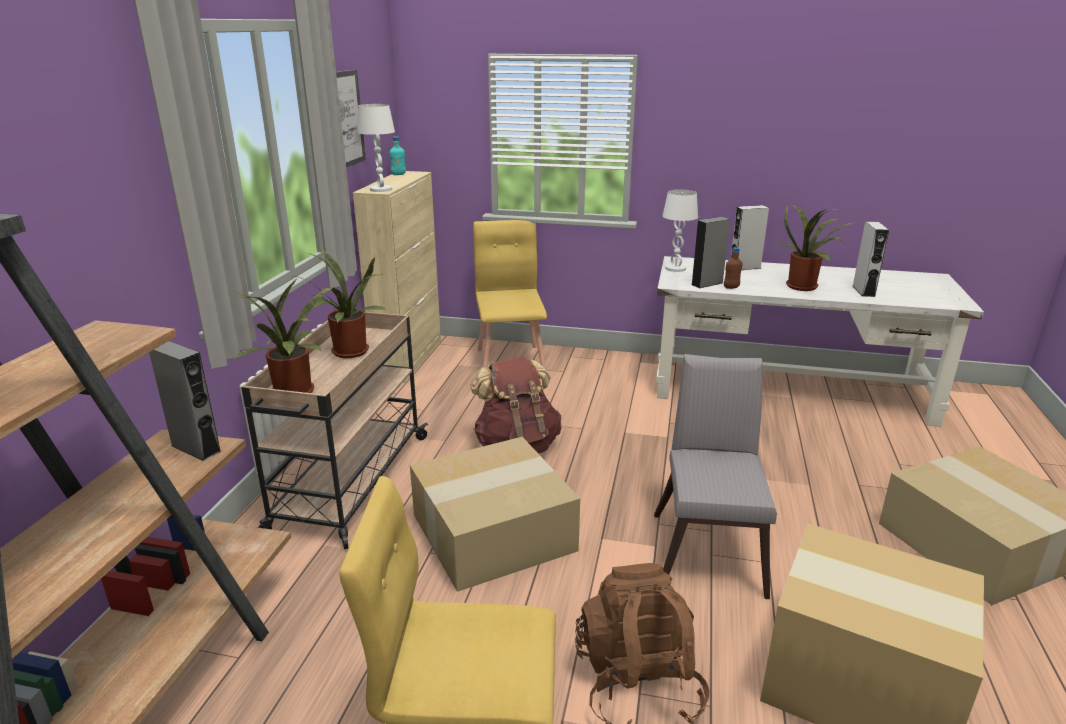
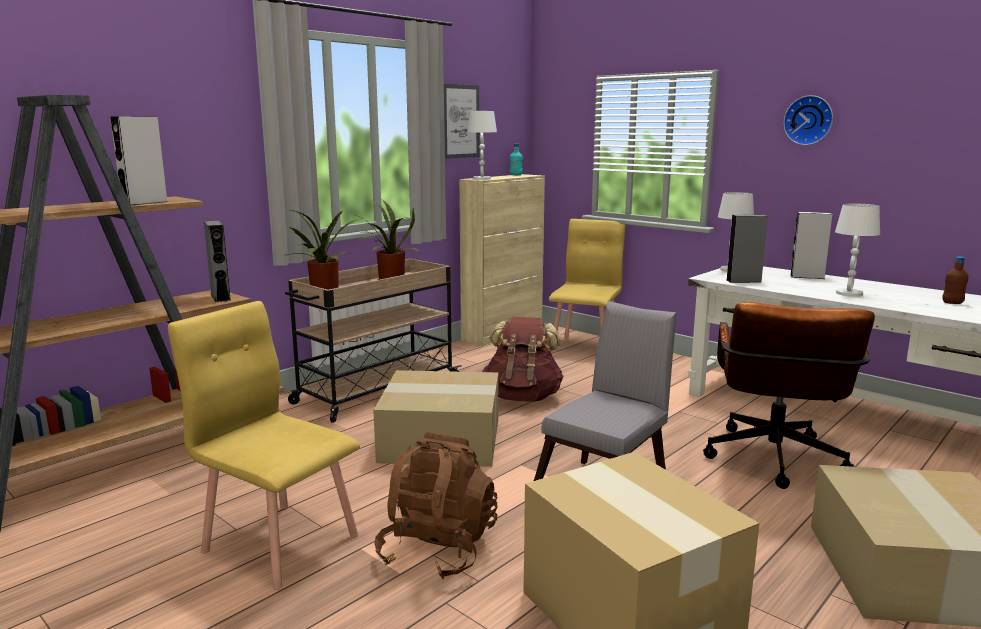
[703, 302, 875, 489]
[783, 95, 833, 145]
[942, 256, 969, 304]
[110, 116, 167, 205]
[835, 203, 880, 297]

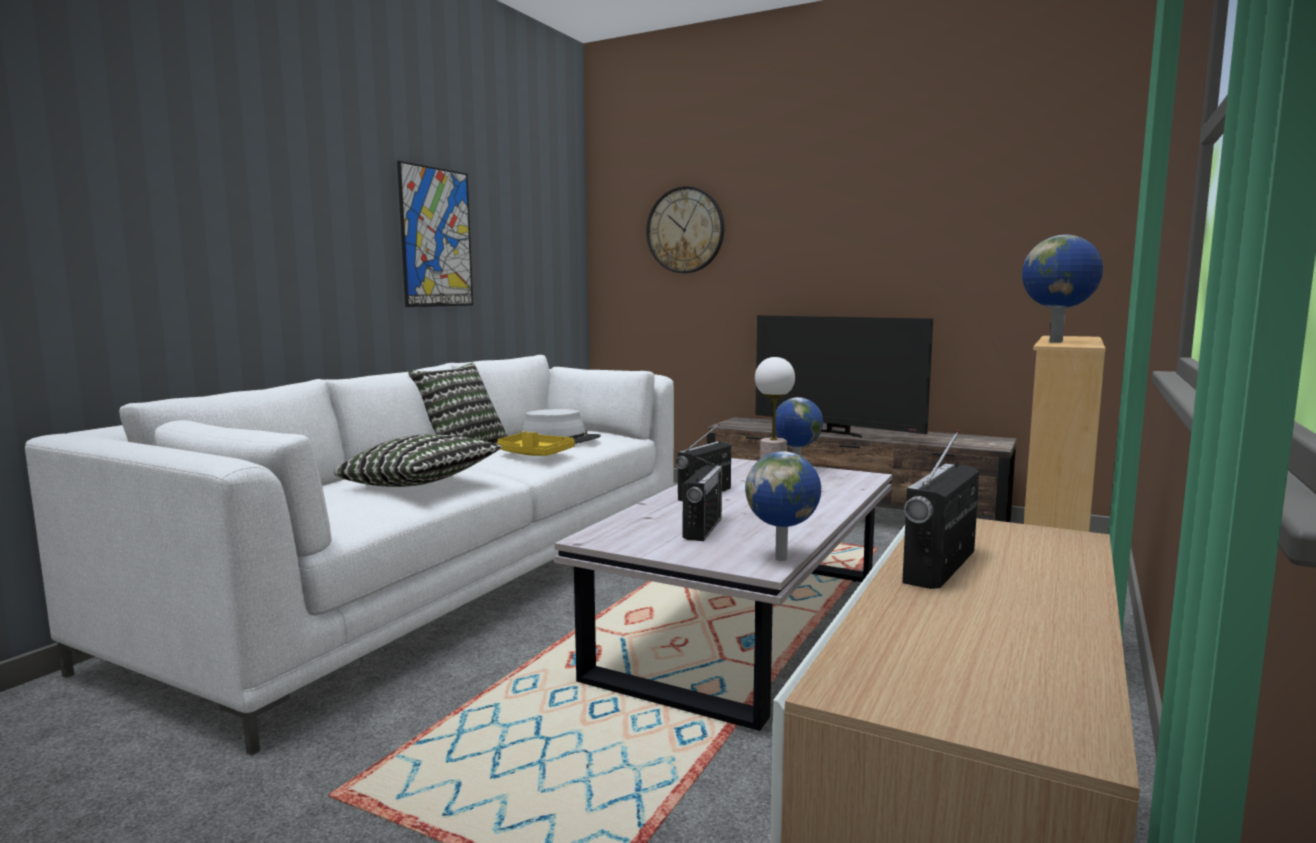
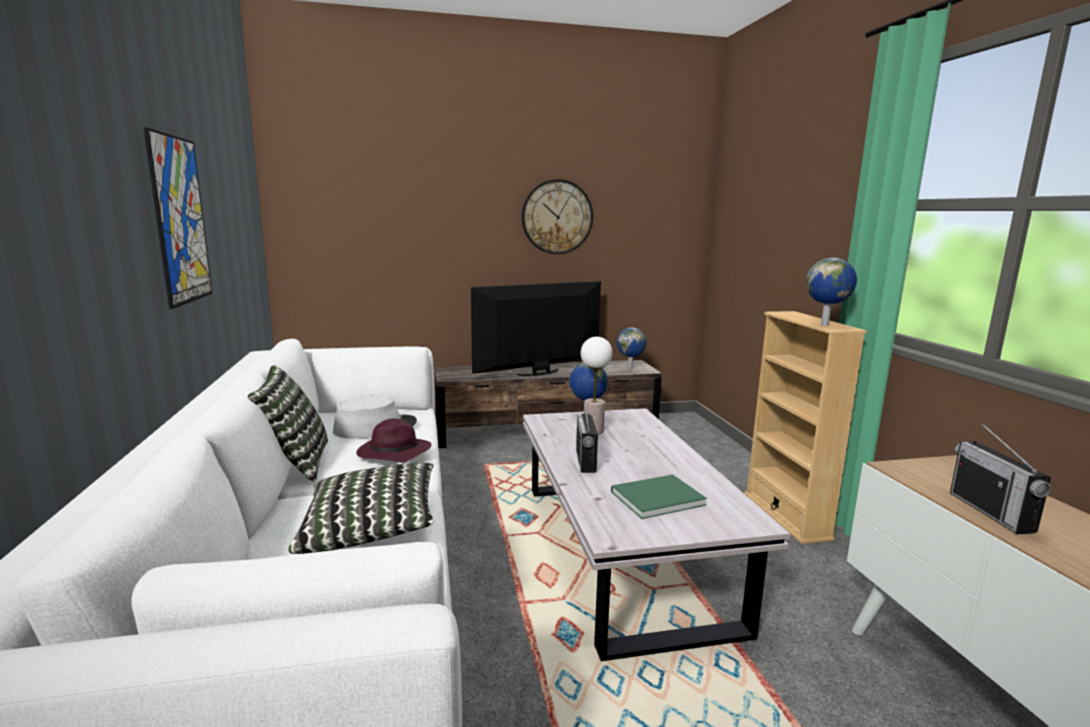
[522, 179, 593, 254]
[617, 328, 647, 371]
[356, 418, 432, 463]
[611, 475, 707, 519]
[471, 281, 601, 376]

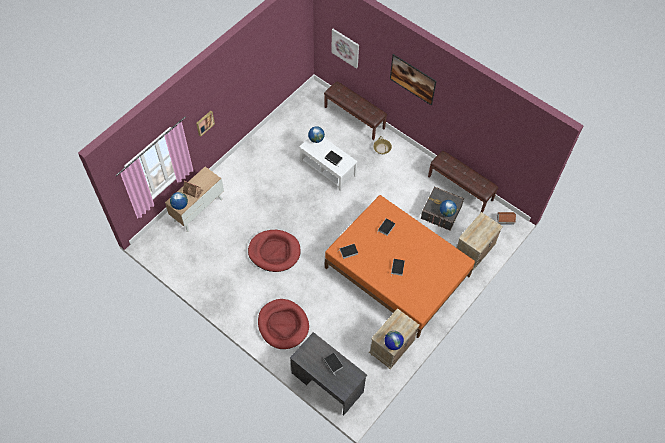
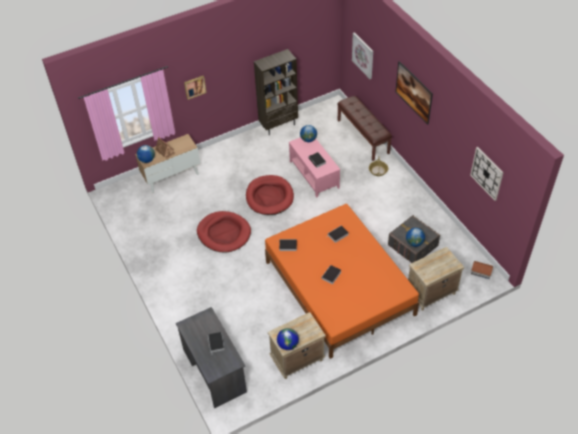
[428, 151, 499, 213] (first image)
[254, 49, 298, 135]
[470, 147, 504, 201]
[246, 175, 294, 215]
[289, 137, 340, 198]

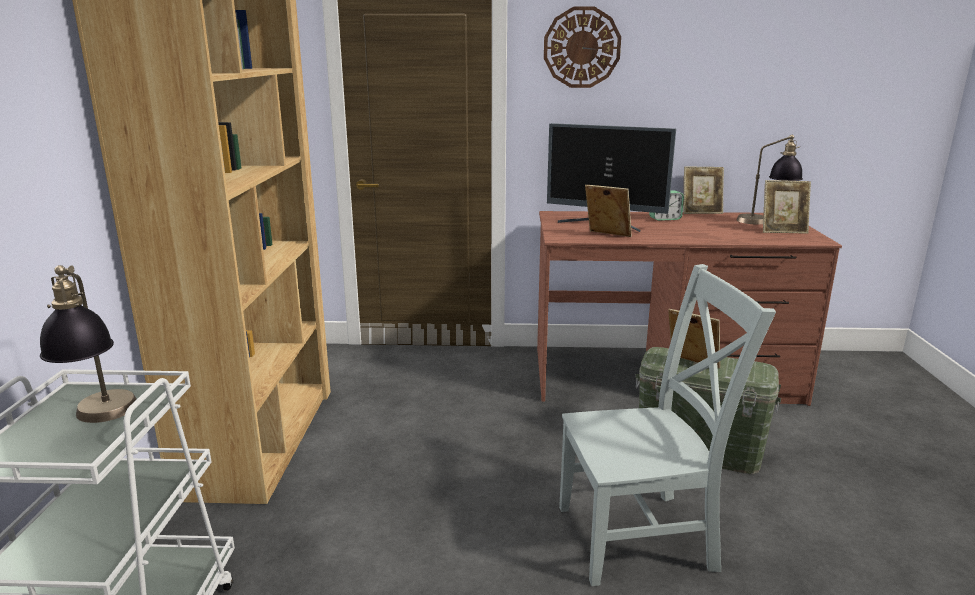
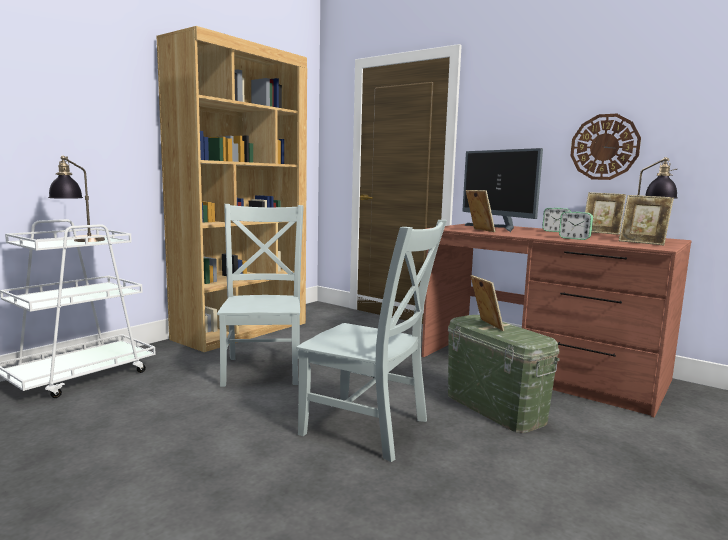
[217, 204, 304, 387]
[559, 212, 593, 240]
[570, 114, 641, 180]

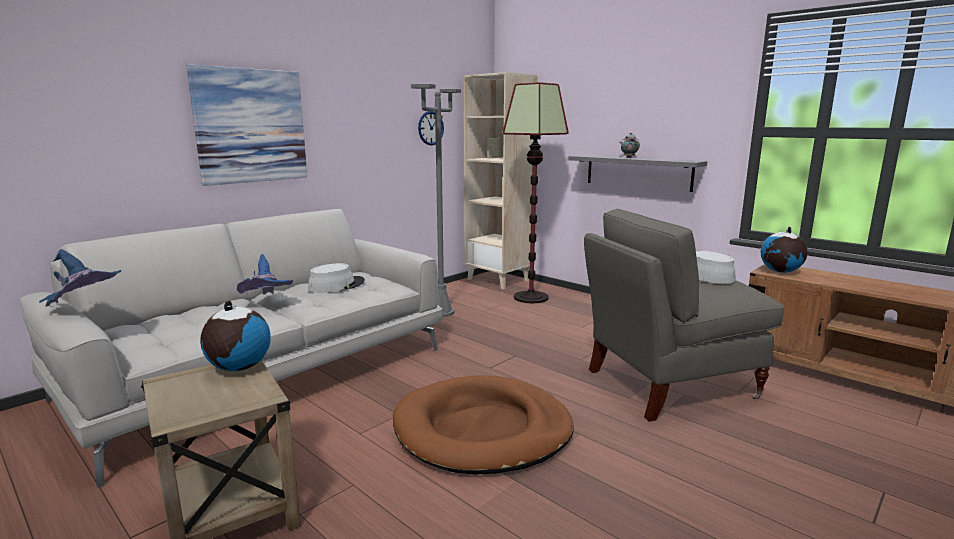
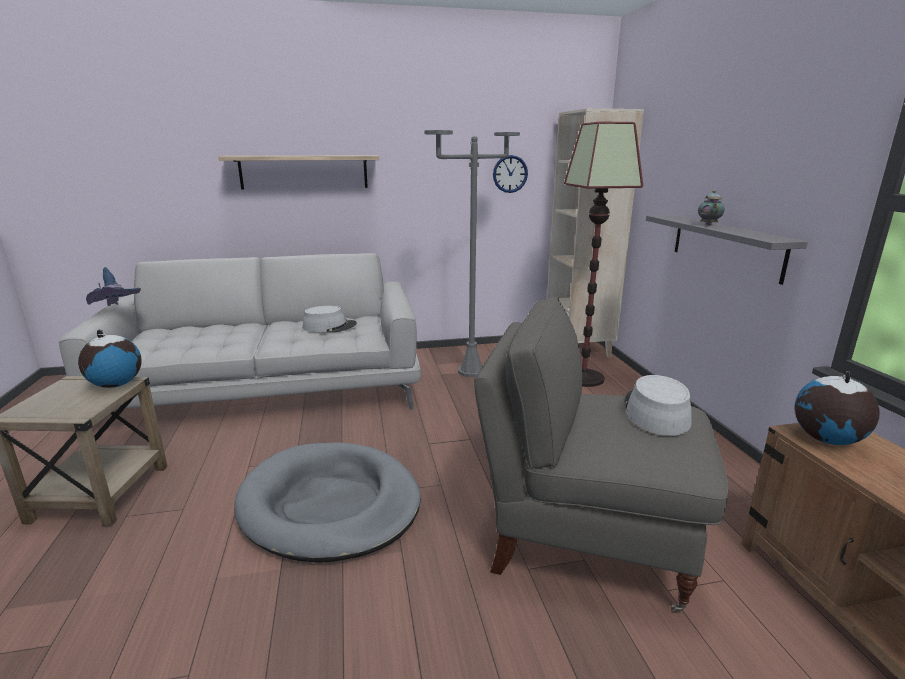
[237, 254, 293, 295] (first image)
[218, 156, 379, 189]
[234, 442, 421, 563]

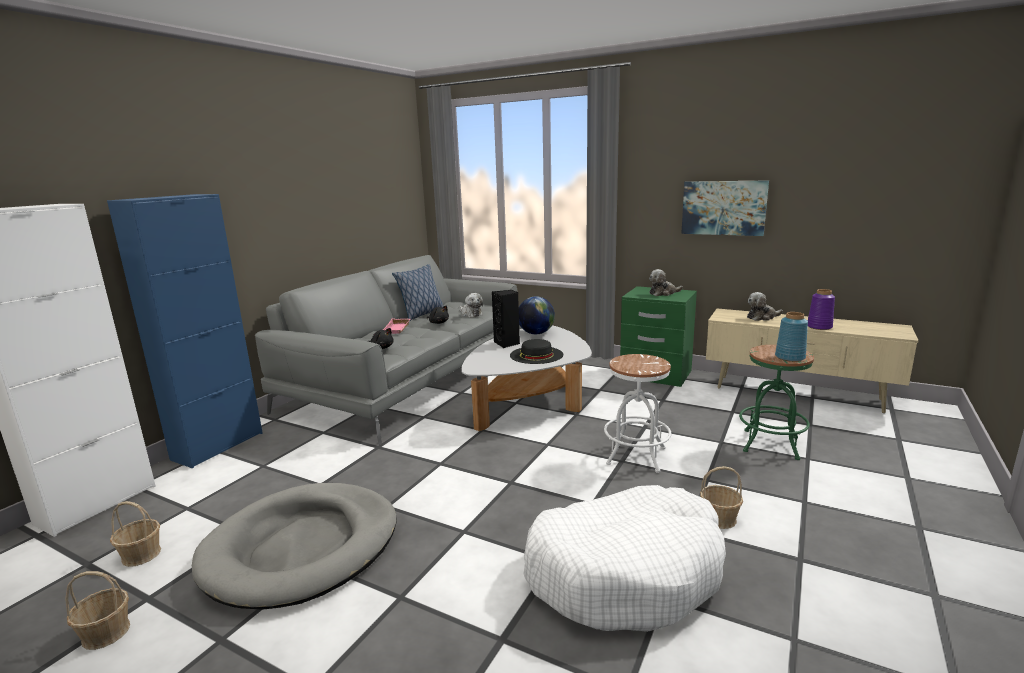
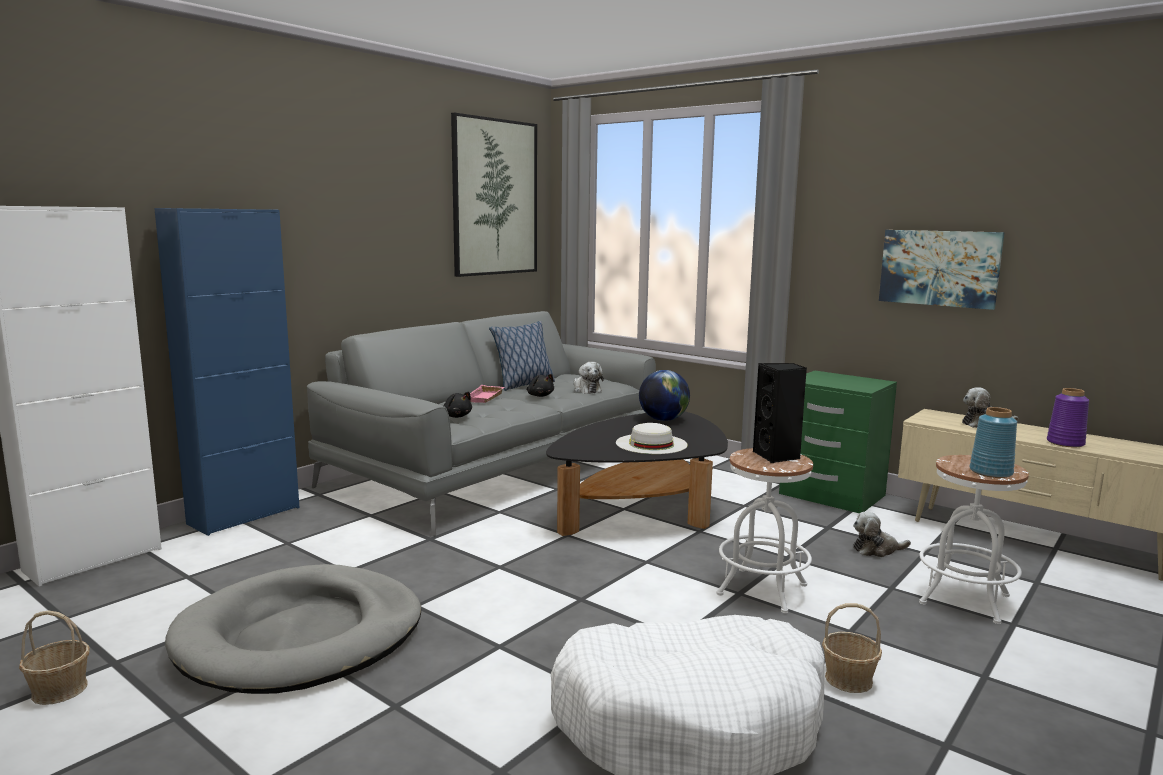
[110, 501, 161, 567] (first image)
[451, 113, 537, 277]
[753, 363, 807, 463]
[853, 512, 911, 557]
[546, 411, 728, 536]
[616, 423, 688, 454]
[919, 455, 1029, 624]

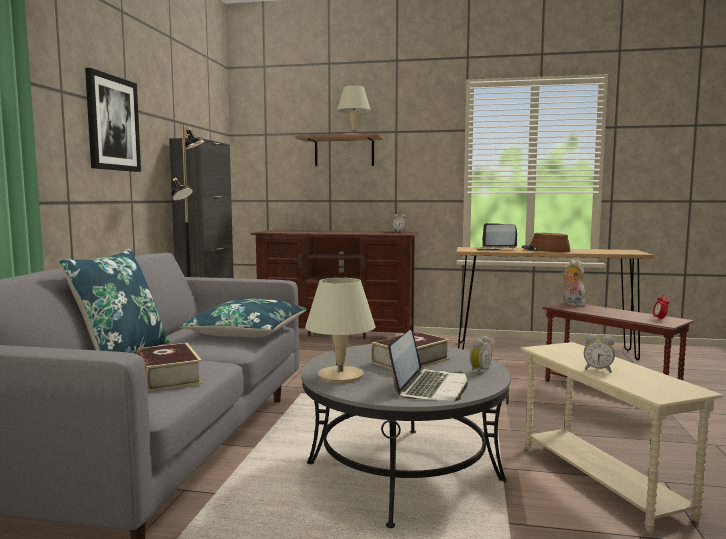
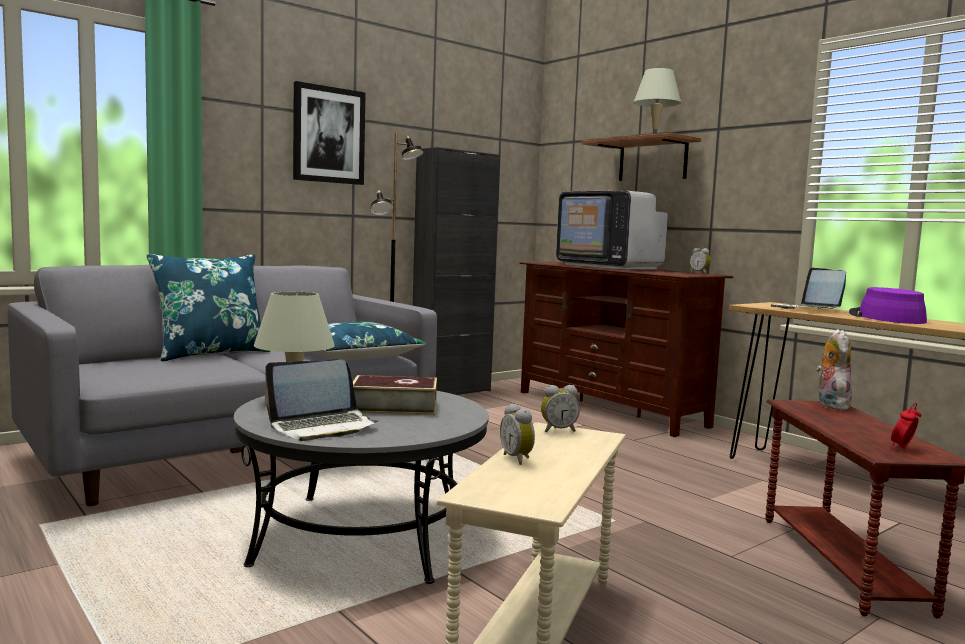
[137, 343, 202, 392] (first image)
[556, 190, 668, 270]
[541, 385, 580, 432]
[849, 287, 927, 324]

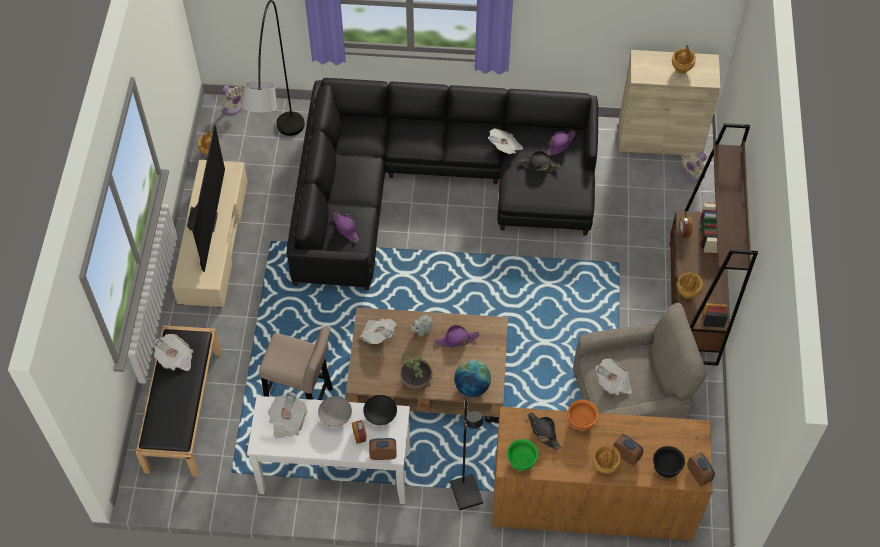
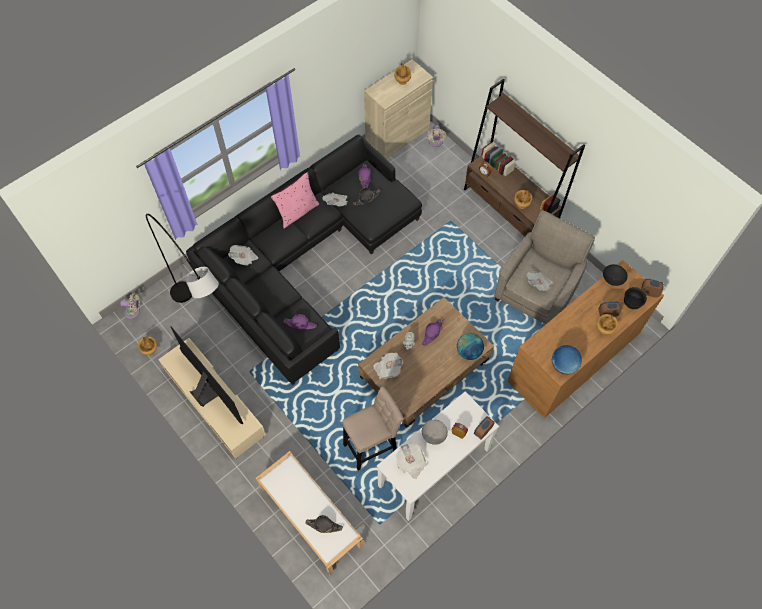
[400, 354, 432, 391] (first image)
[450, 398, 483, 510] (first image)
[568, 399, 598, 431] (first image)
[271, 172, 319, 228]
[228, 245, 258, 266]
[603, 264, 628, 286]
[305, 515, 343, 533]
[552, 345, 582, 375]
[256, 451, 364, 575]

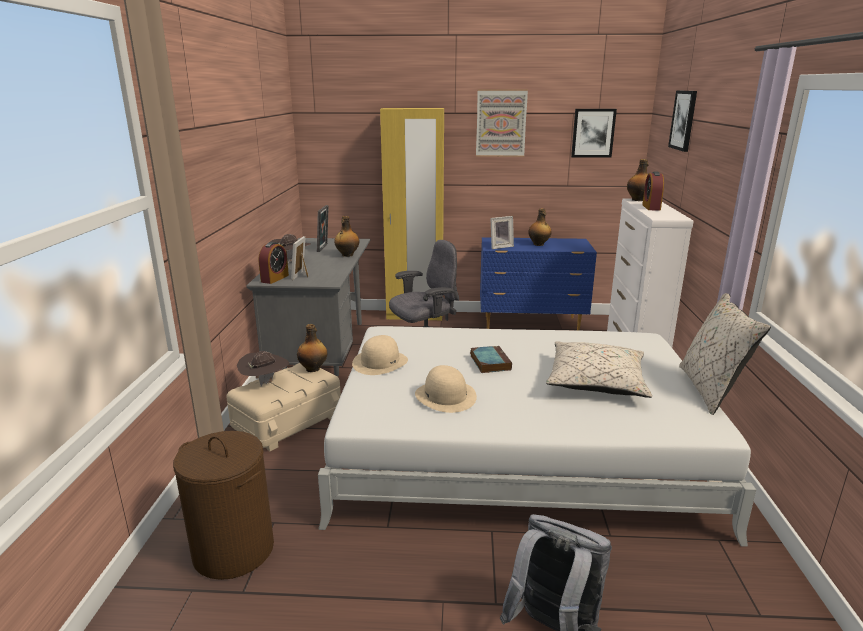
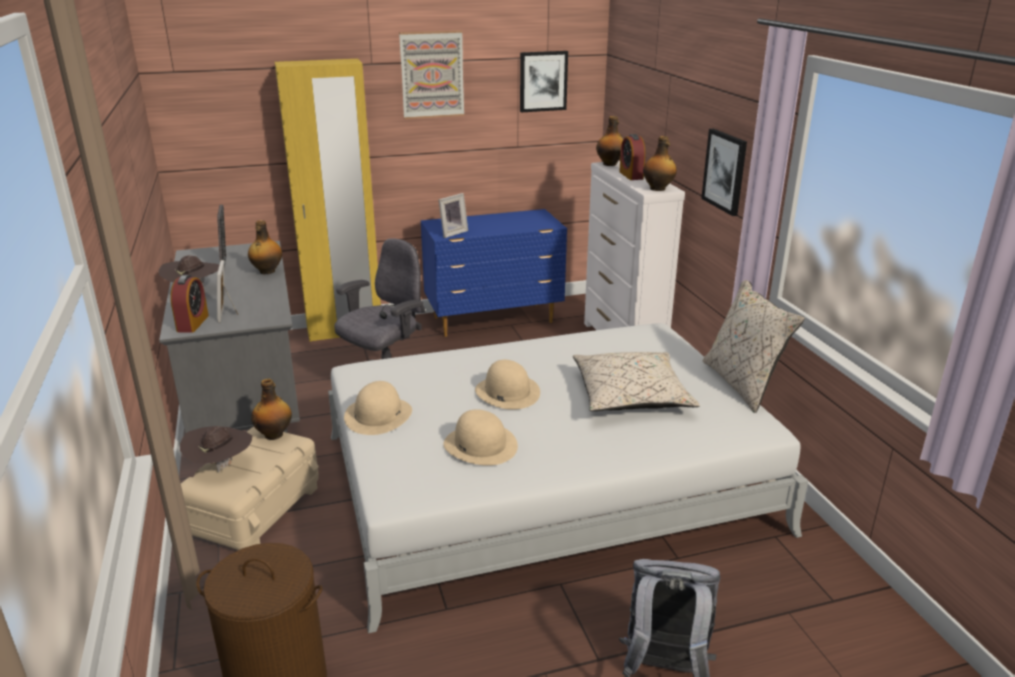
[643, 136, 677, 191]
[701, 129, 747, 216]
[475, 360, 540, 410]

